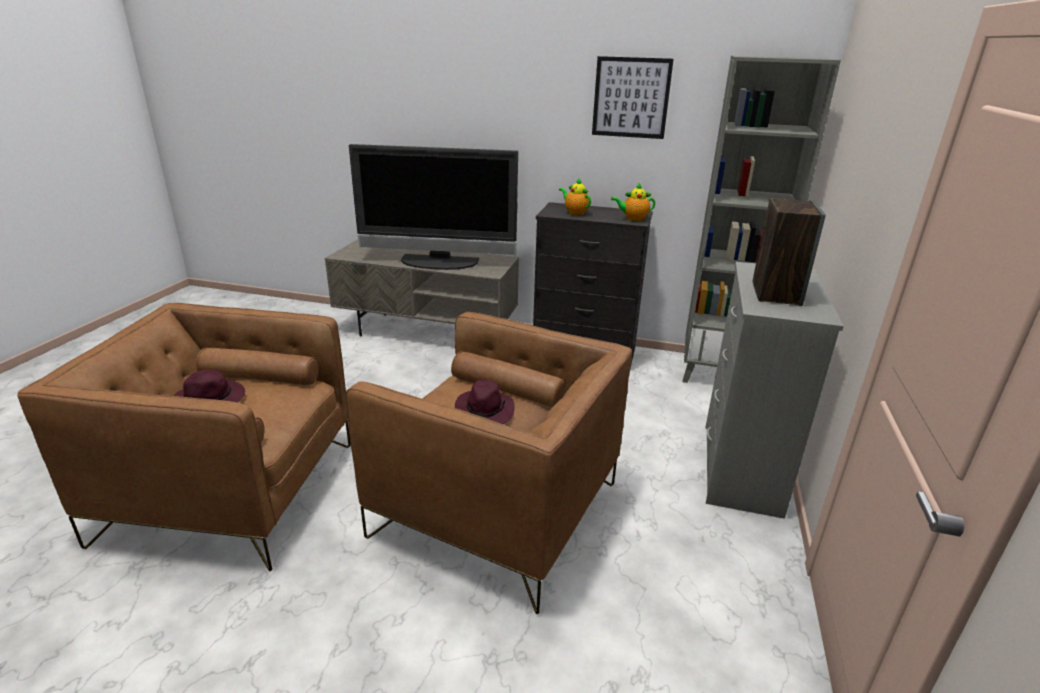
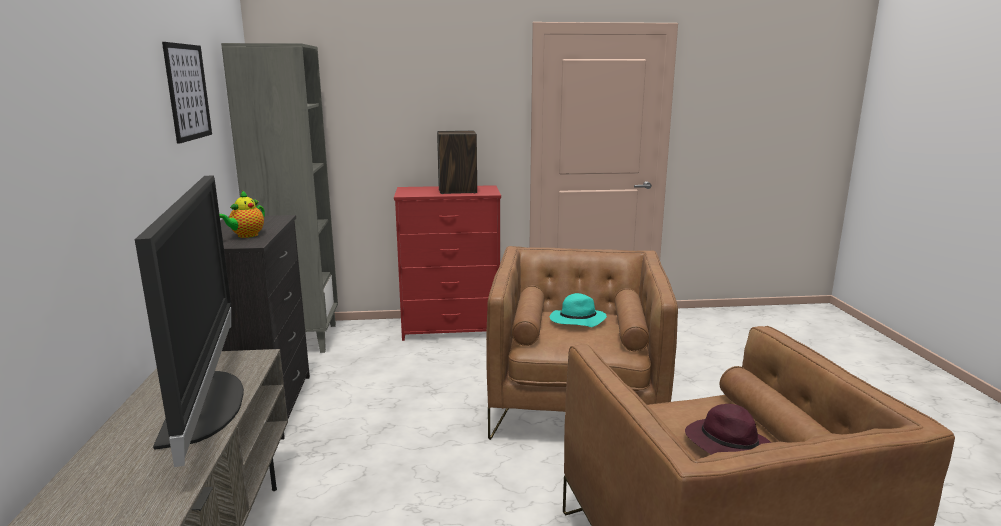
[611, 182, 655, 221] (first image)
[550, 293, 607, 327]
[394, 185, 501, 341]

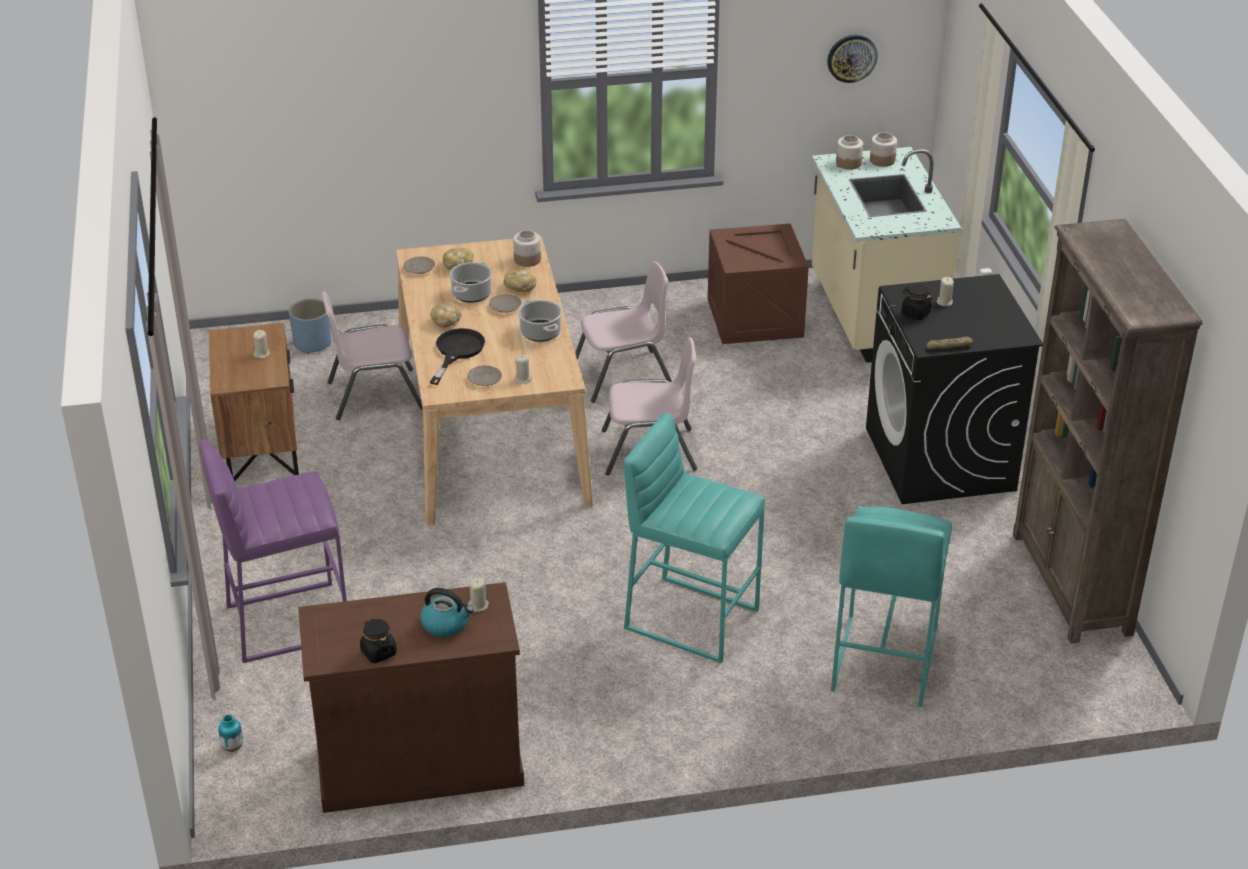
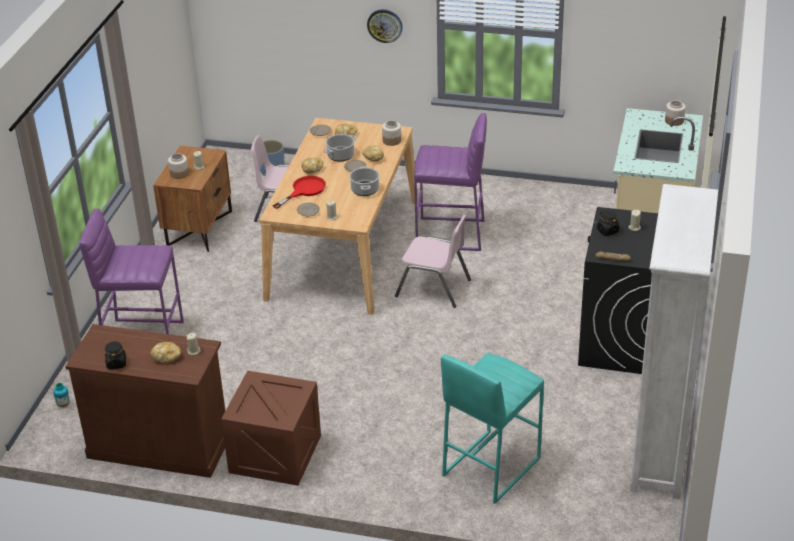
[624, 413, 765, 663] (first image)
[221, 370, 321, 486]
[367, 9, 403, 43]
[168, 154, 189, 179]
[150, 342, 181, 363]
[414, 113, 487, 251]
[273, 176, 326, 209]
[630, 184, 718, 499]

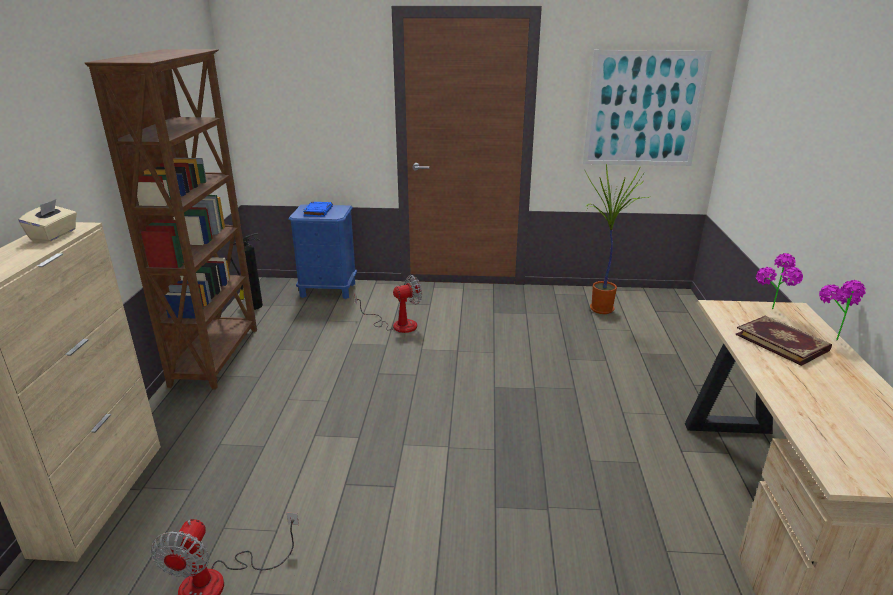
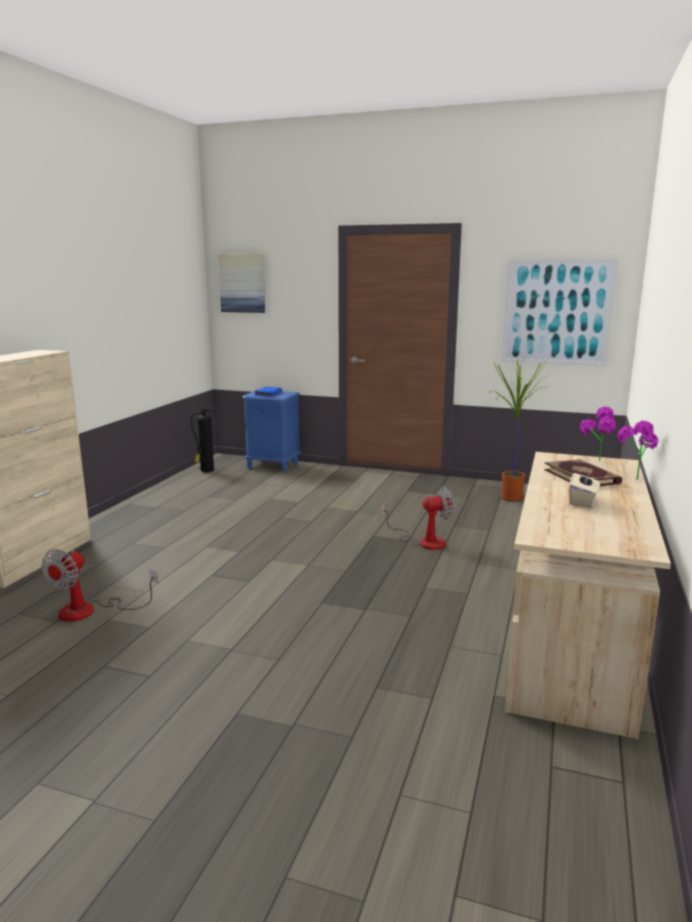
[85, 49, 257, 389] (first image)
[218, 254, 265, 313]
[569, 471, 600, 508]
[382, 487, 454, 550]

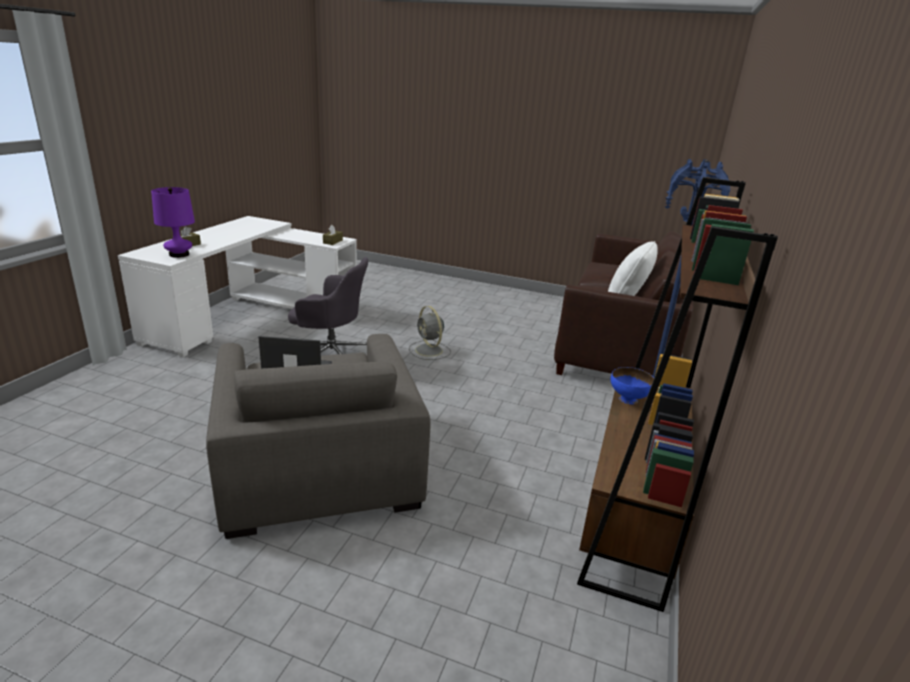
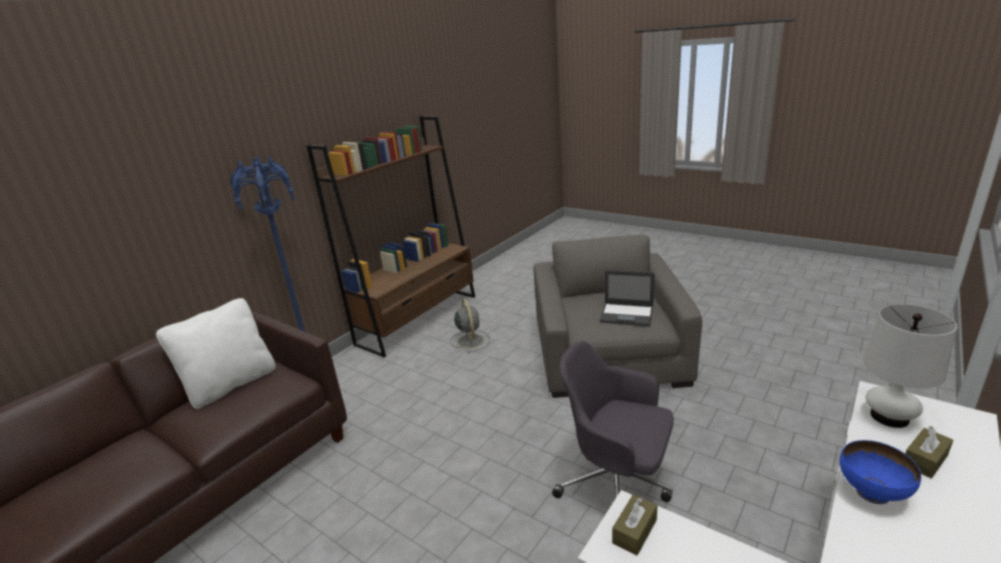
[450, 299, 490, 353]
[840, 440, 921, 504]
[863, 304, 957, 428]

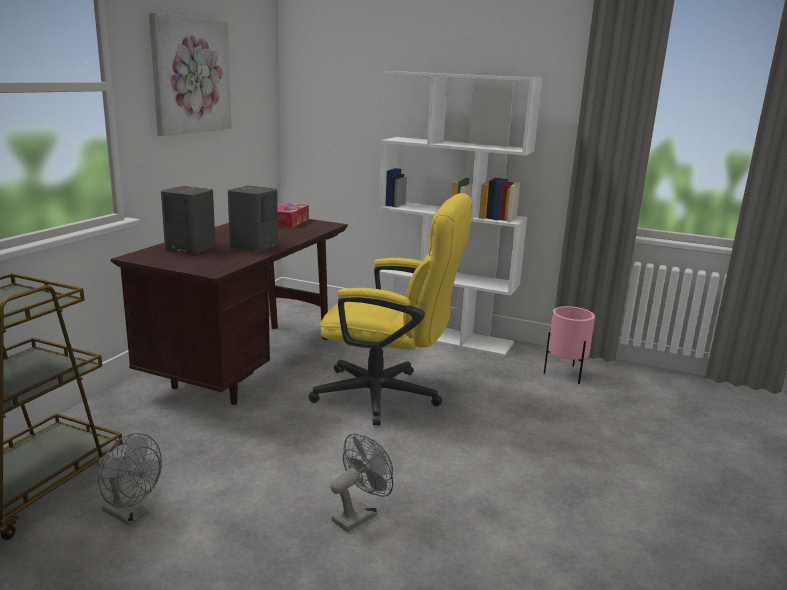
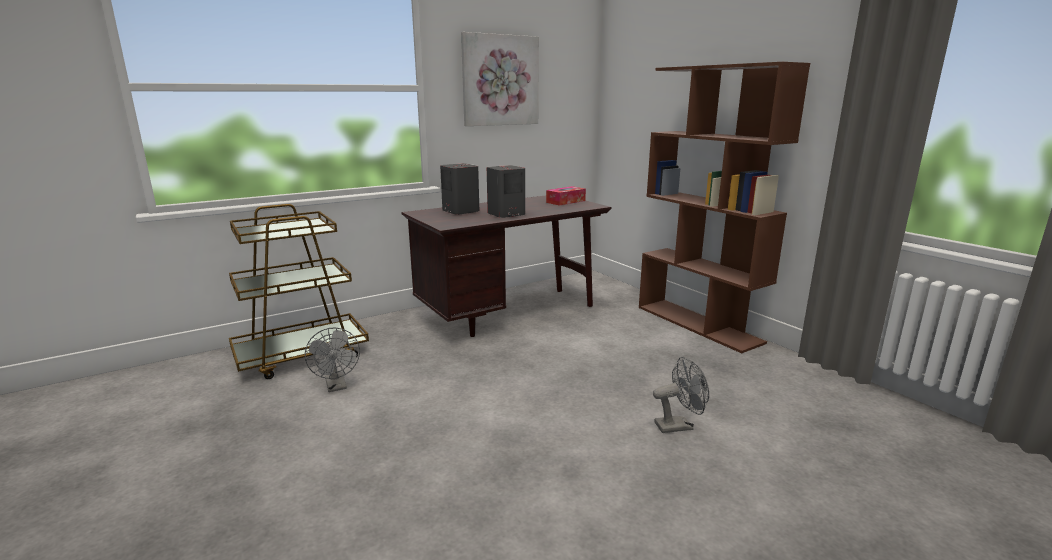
[308, 193, 472, 426] (first image)
[544, 306, 595, 384] (first image)
[653, 357, 709, 433]
[639, 62, 810, 353]

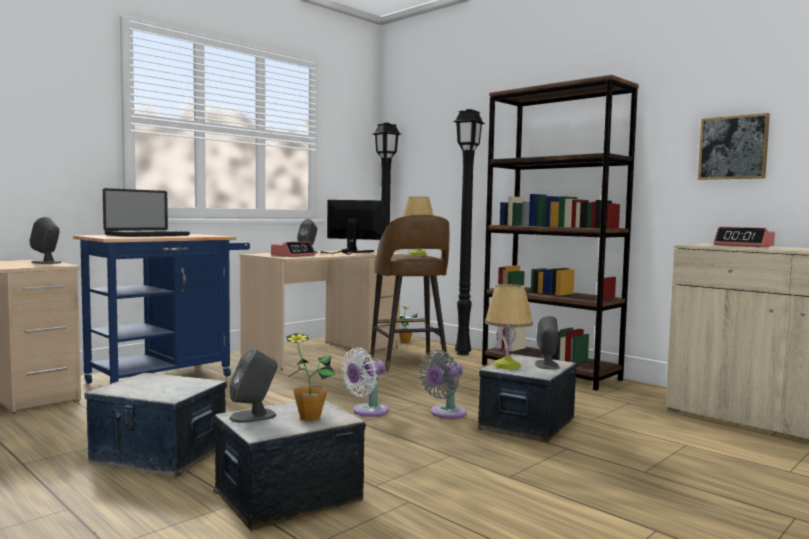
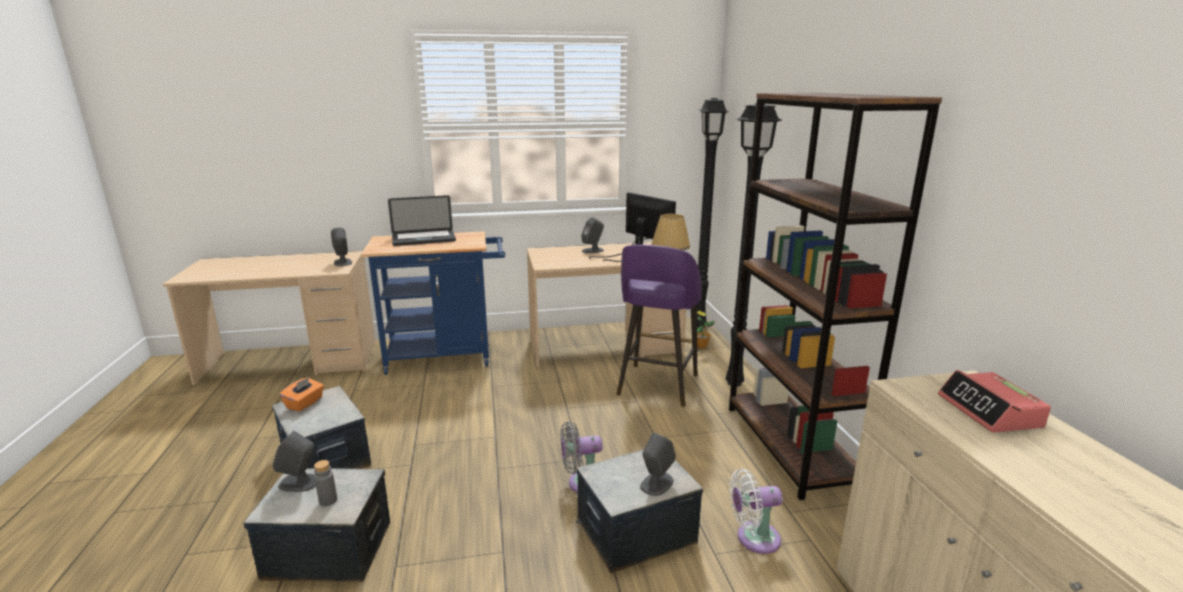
[271, 241, 315, 257] (first image)
[485, 284, 533, 369] (first image)
[698, 113, 770, 180] (first image)
[280, 376, 324, 411]
[729, 469, 782, 554]
[314, 460, 337, 506]
[616, 244, 702, 407]

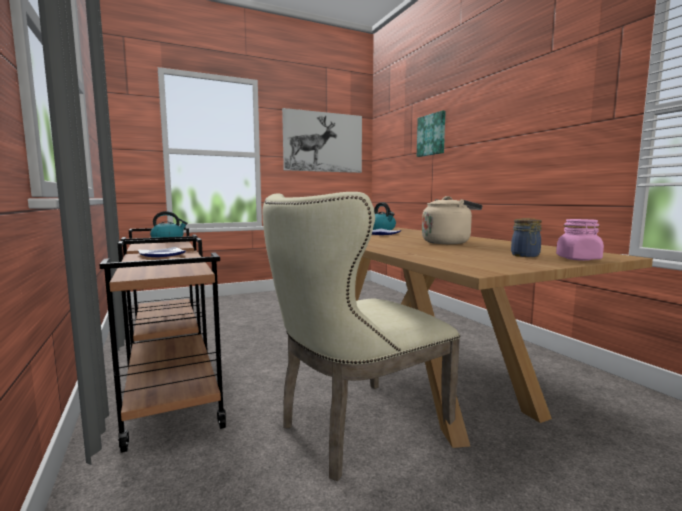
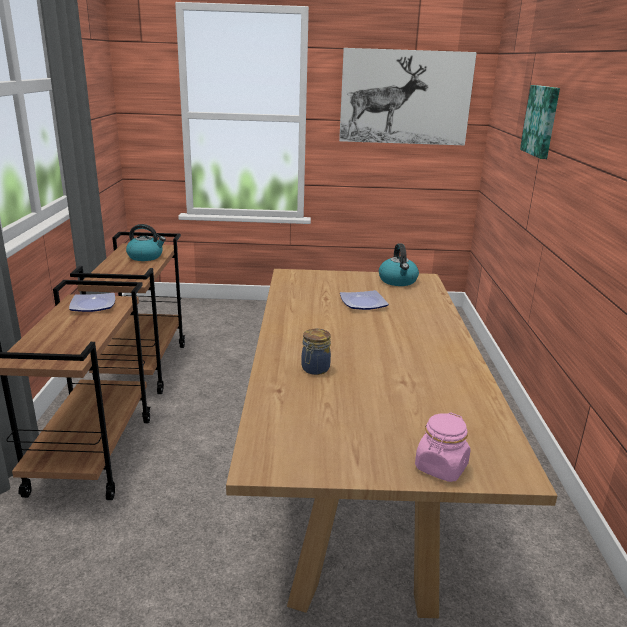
[263, 192, 460, 481] (first image)
[422, 196, 482, 244] (first image)
[301, 329, 331, 375]

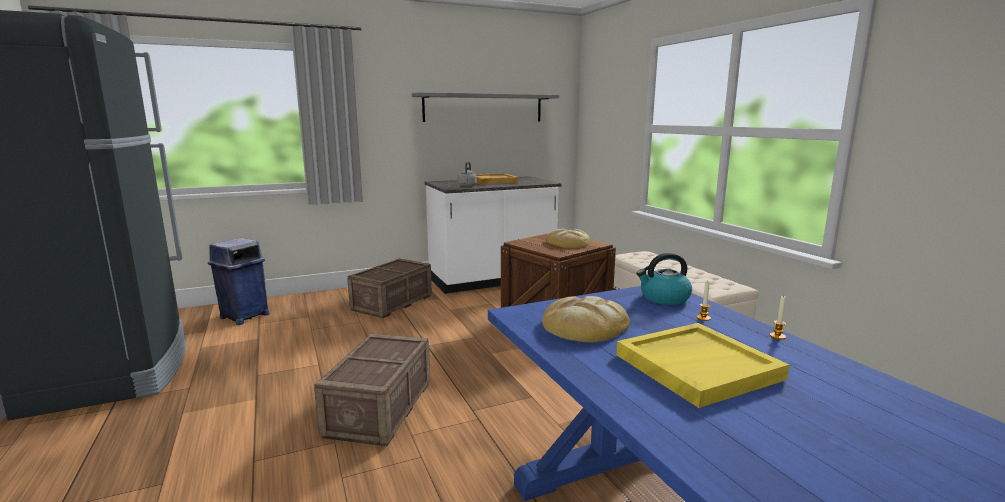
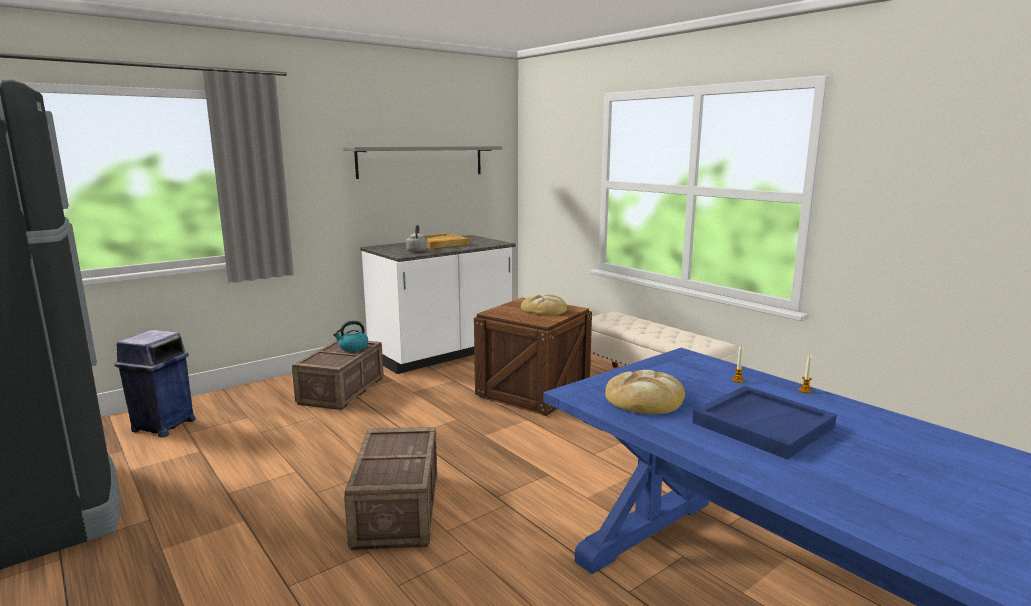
[333, 321, 368, 351]
[692, 386, 837, 459]

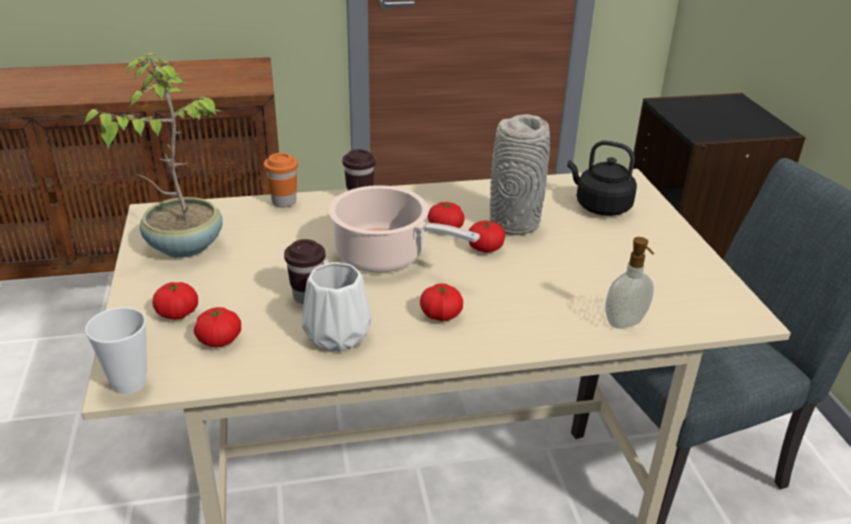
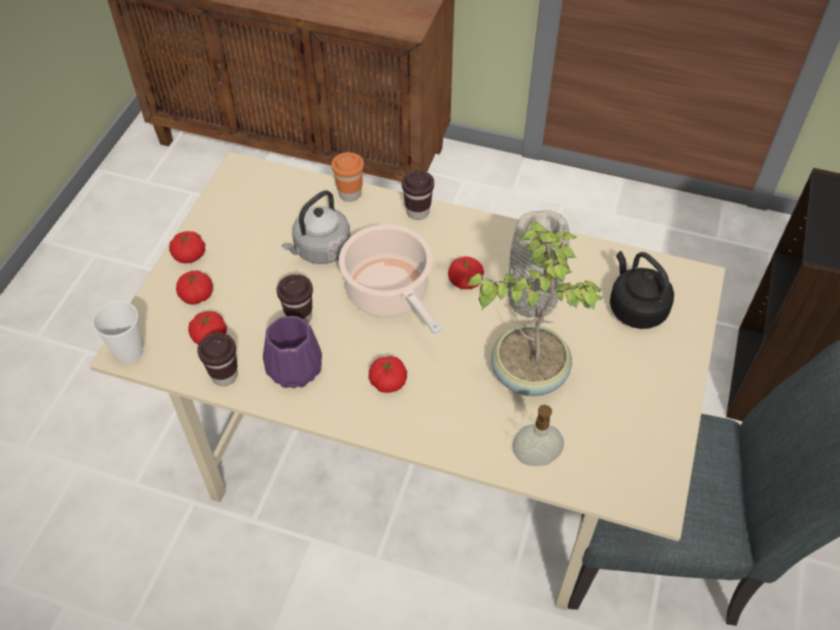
[197, 333, 238, 386]
[282, 190, 351, 264]
[467, 221, 603, 396]
[169, 231, 205, 263]
[263, 316, 322, 388]

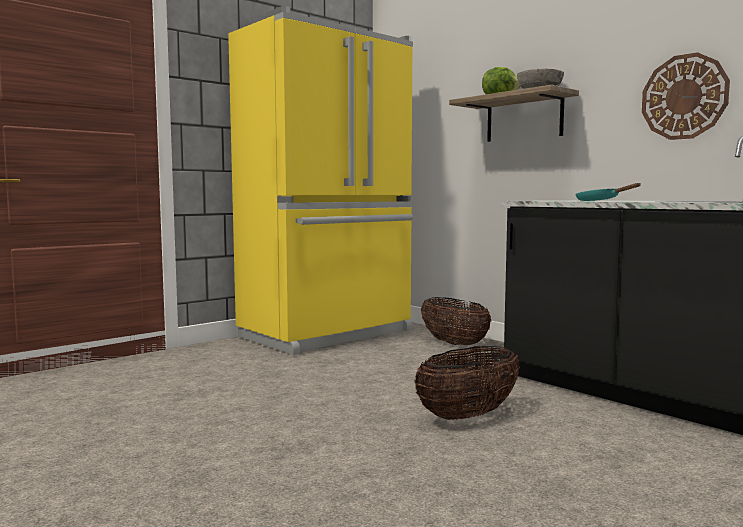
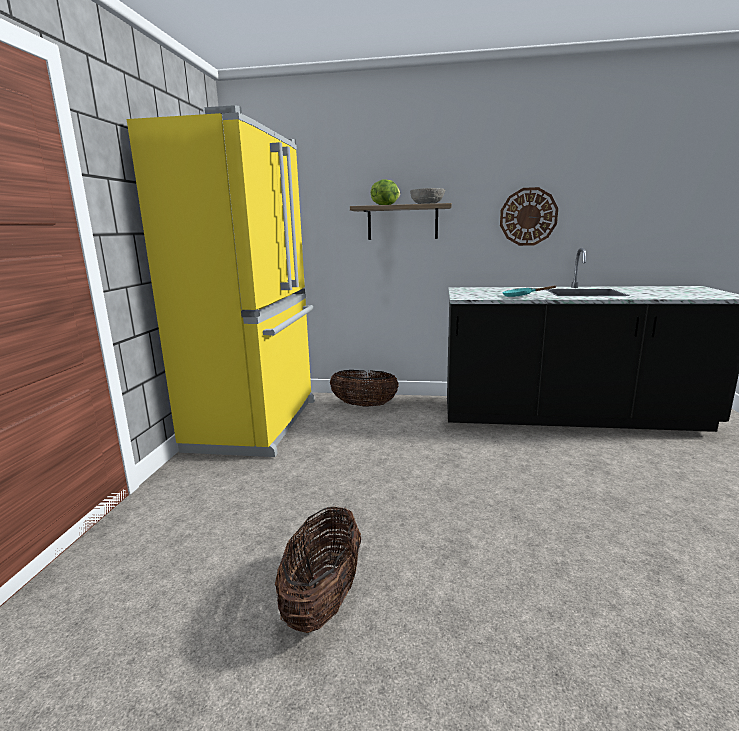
[275, 506, 361, 633]

